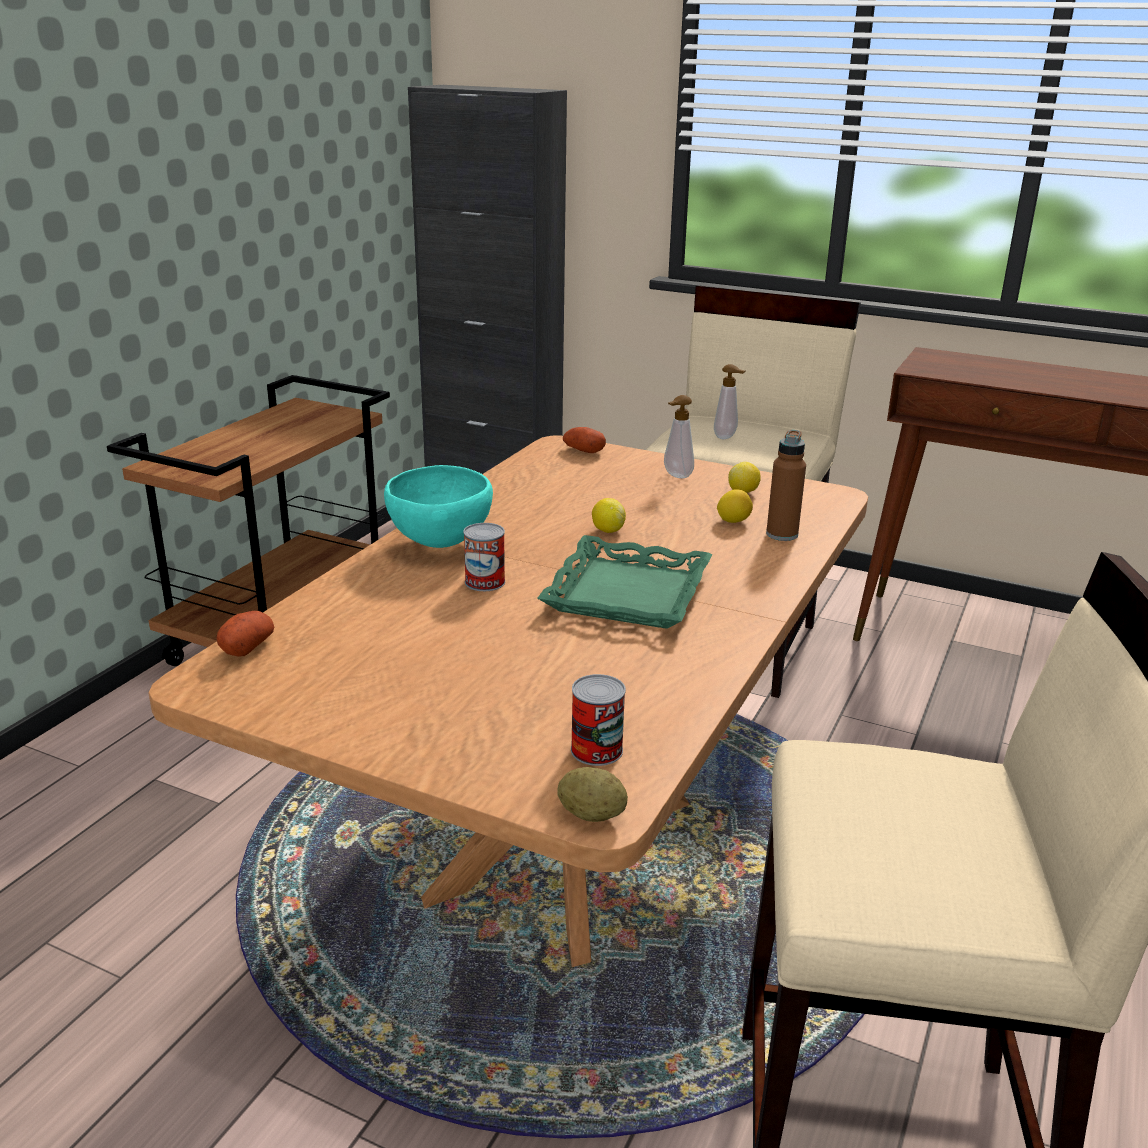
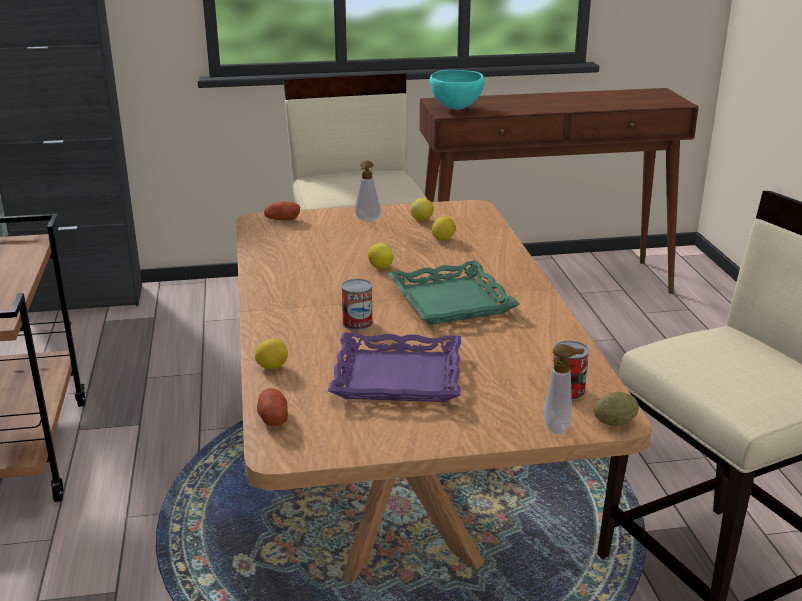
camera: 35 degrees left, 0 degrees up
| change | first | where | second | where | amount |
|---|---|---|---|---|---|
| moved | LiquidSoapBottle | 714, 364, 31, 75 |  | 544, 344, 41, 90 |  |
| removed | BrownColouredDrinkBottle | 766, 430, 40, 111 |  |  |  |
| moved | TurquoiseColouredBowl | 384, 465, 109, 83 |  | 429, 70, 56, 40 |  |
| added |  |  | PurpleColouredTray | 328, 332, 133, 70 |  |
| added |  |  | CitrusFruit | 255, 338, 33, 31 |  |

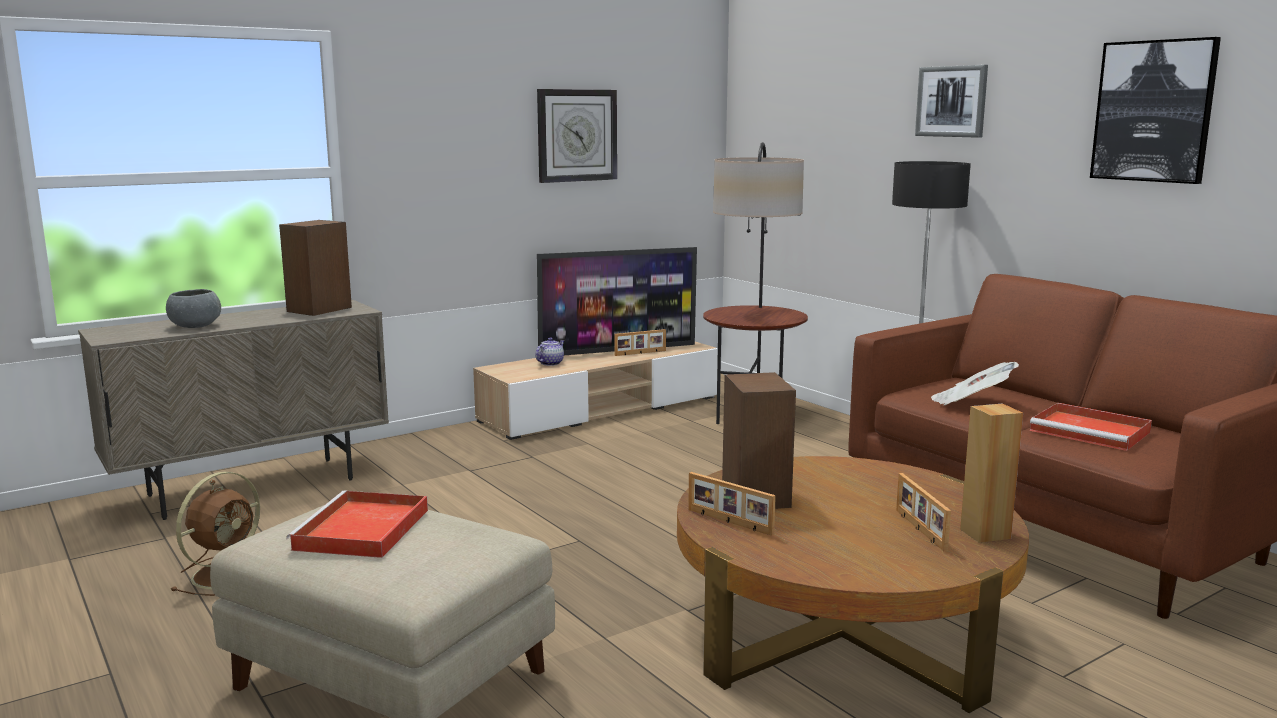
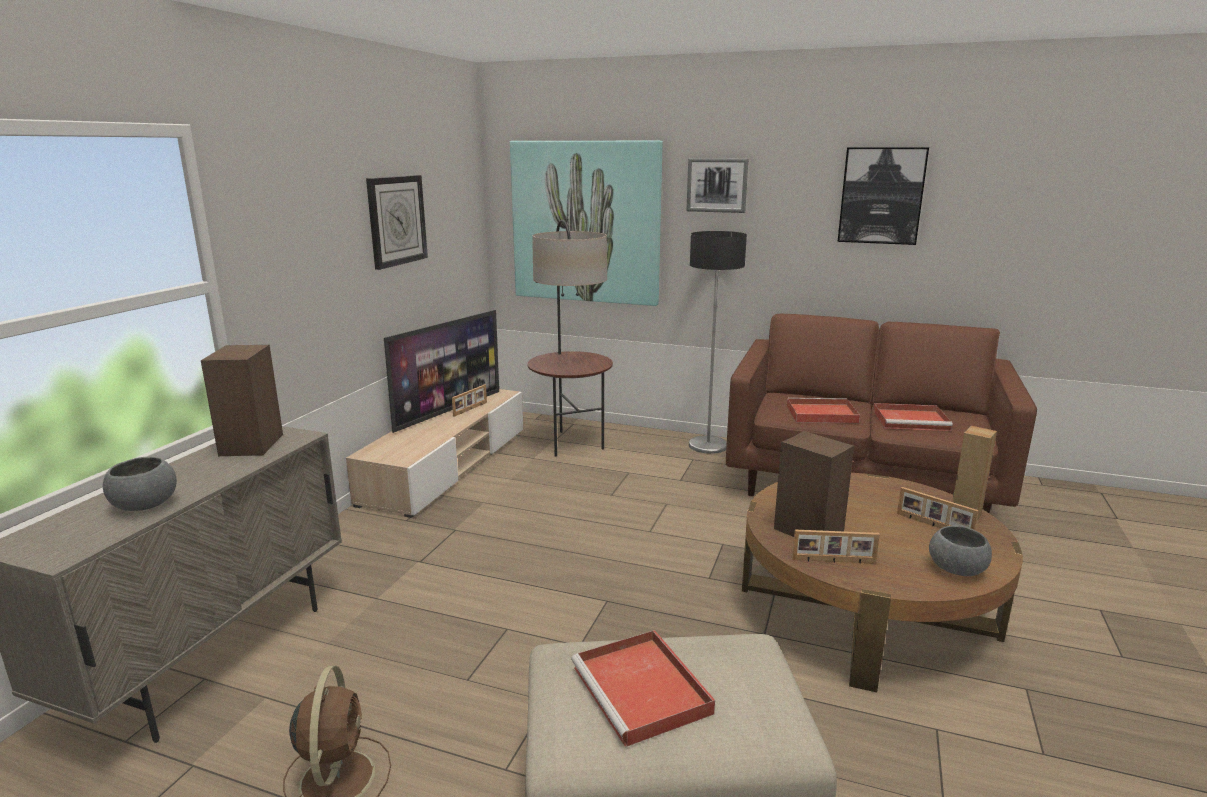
camera: 35 degrees left, 5 degrees up
| change | first | where | second | where | amount |
|---|---|---|---|---|---|
| removed | PotForTea | 535, 337, 29, 29 |  |  |  |
| replaced | PrintedPaper | 931, 362, 88, 43 | ReddishTray | 787, 398, 73, 25 |  |
| added |  |  | WallArt | 510, 141, 153, 165 |  |
| added |  |  | GreyishBowl | 929, 525, 63, 51 |  |

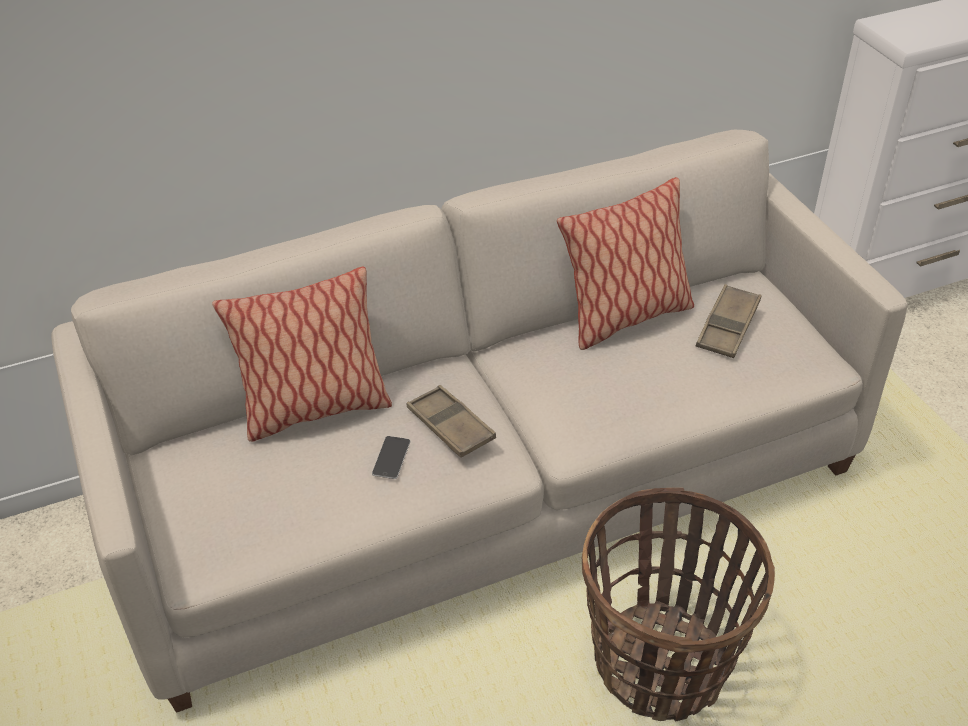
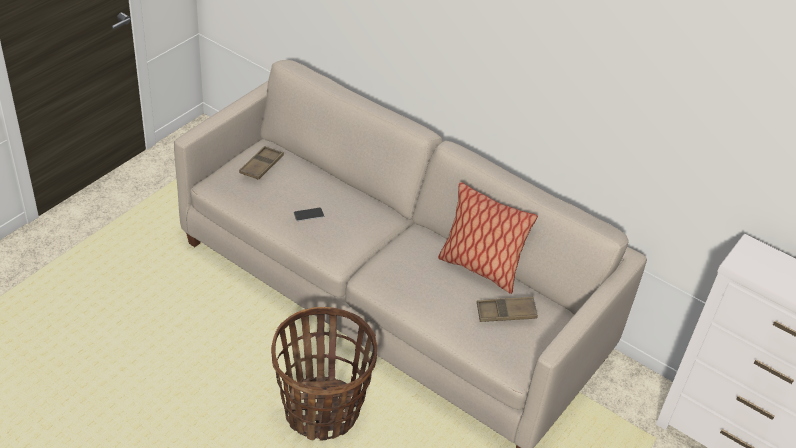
camera: 55 degrees right, 0 degrees up
| change | first | where | second | where | amount |
|---|---|---|---|---|---|
| removed | Pillow | 212, 266, 180, 176 |  |  |  |
| moved | BrownColouredTray | 406, 385, 90, 73 |  | 239, 146, 45, 34 |  |

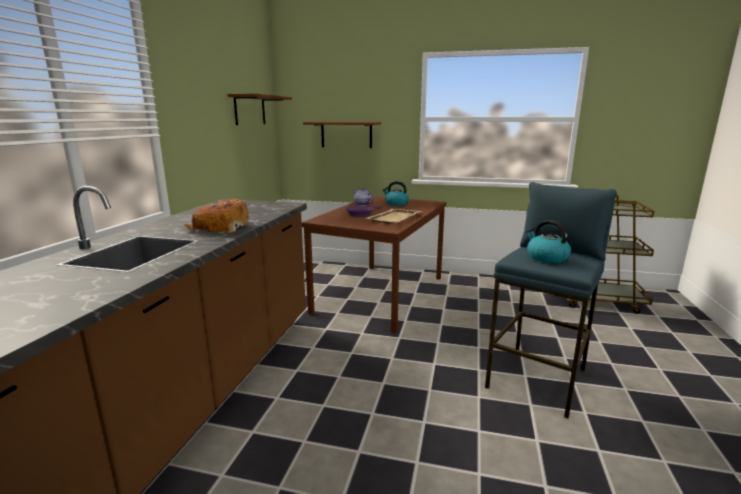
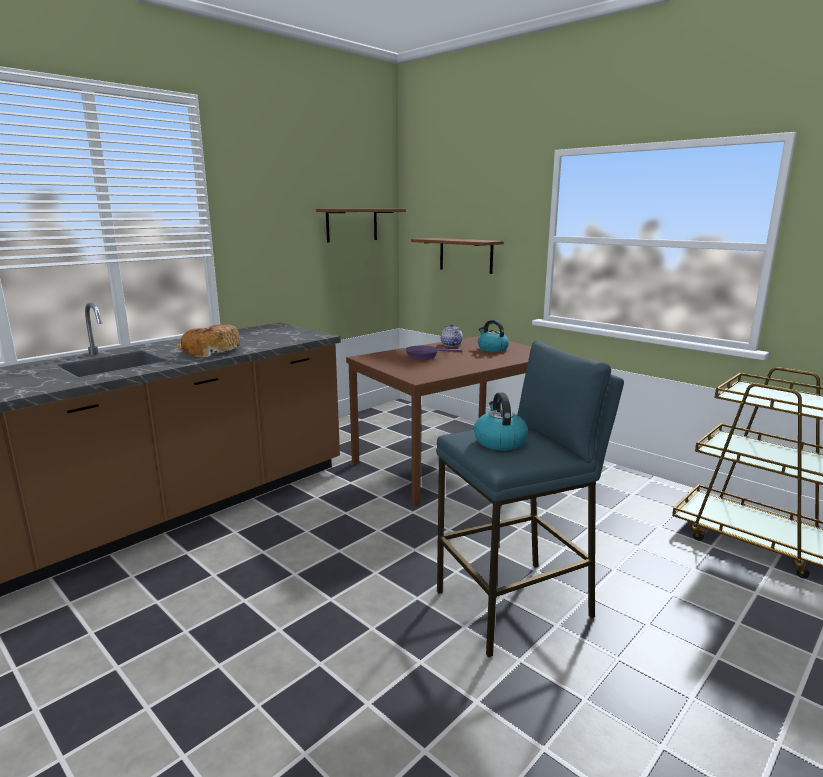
camera: 30 degrees right, 0 degrees up
| change | first | where | second | where | amount |
|---|---|---|---|---|---|
| removed | BeigeTray | 366, 209, 55, 15 |  |  |  |

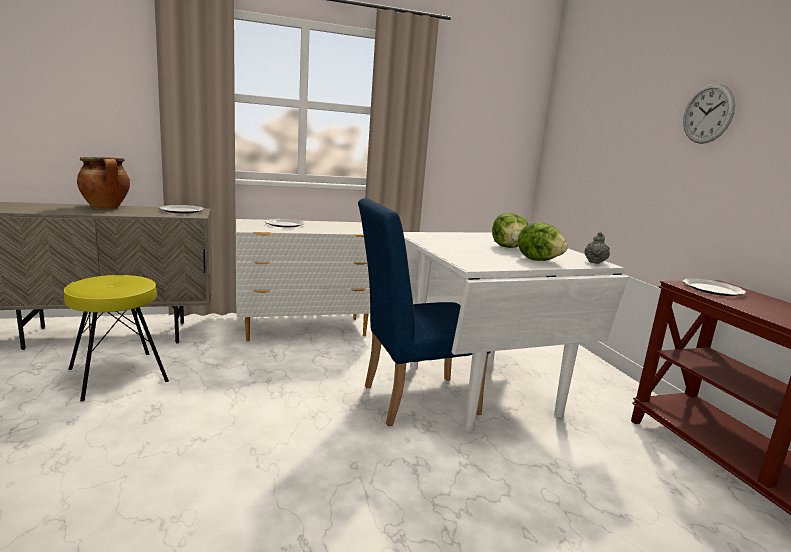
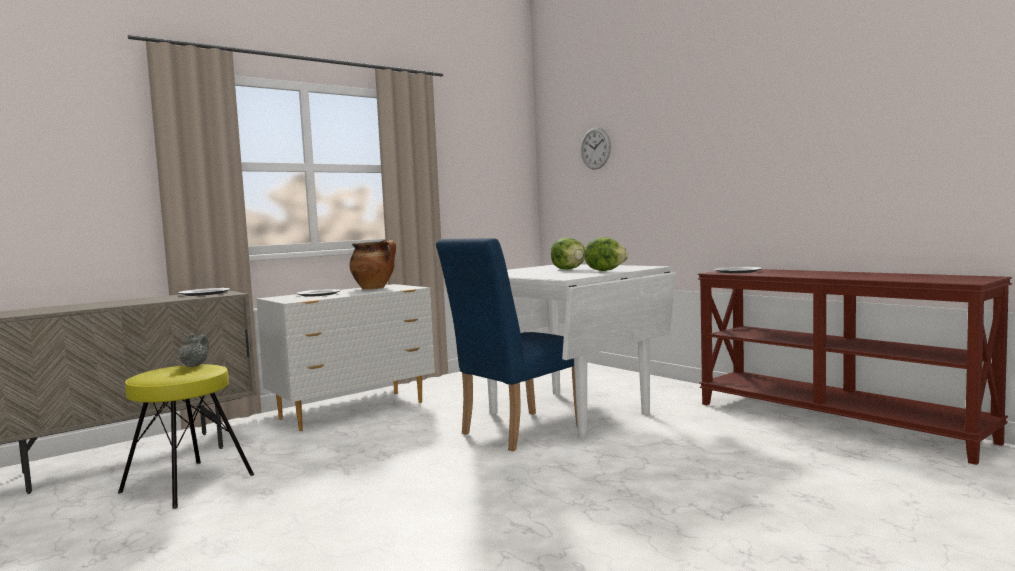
camera: 20 degrees left, 10 degrees down
| change | first | where | second | where | amount |
|---|---|---|---|---|---|
| moved | HangingClock | 683, 83, 52, 61 |  | 581, 128, 30, 42 |  |
| moved | CookingPot | 77, 157, 53, 52 |  | 350, 240, 46, 49 |  |
| moved | GreyishPotForTea | 584, 232, 26, 32 |  | 179, 333, 30, 34 |  |

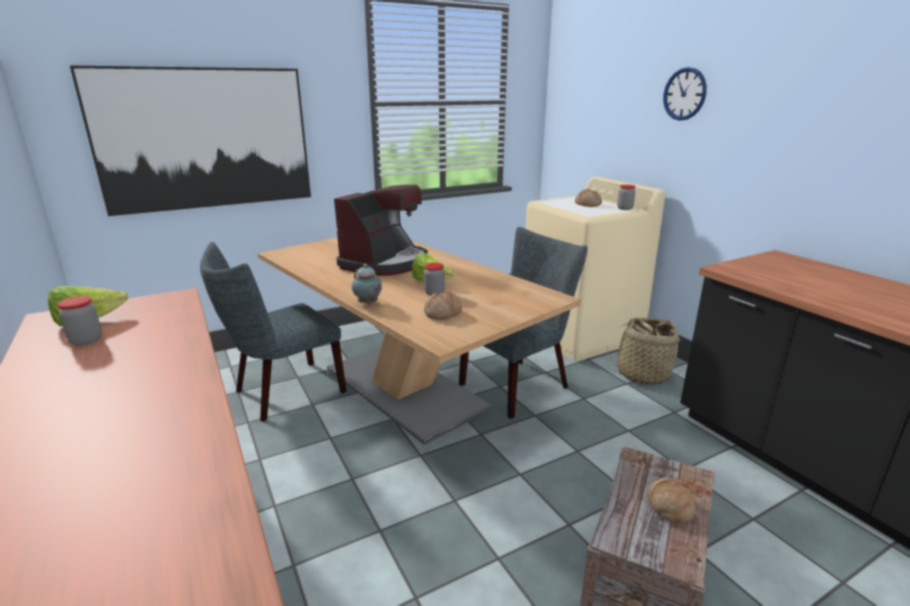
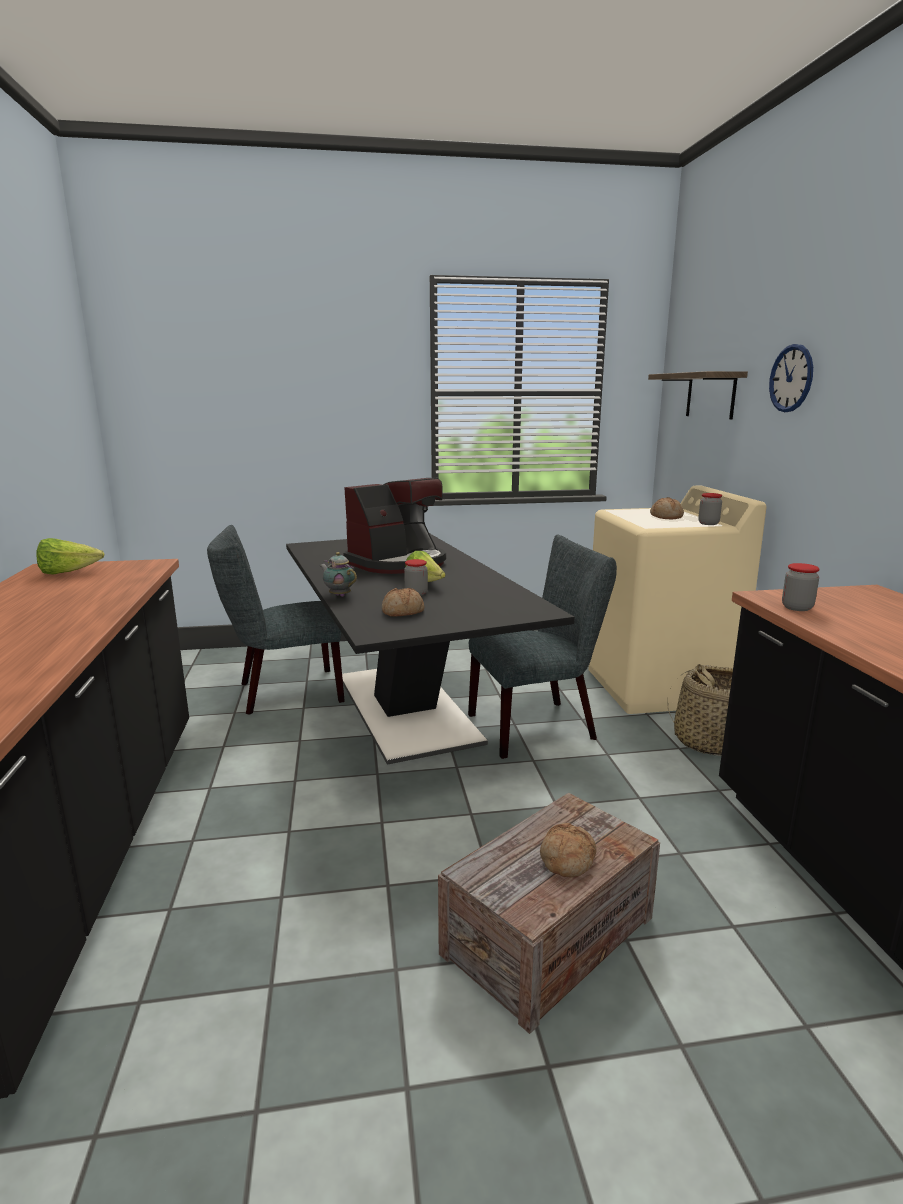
camera: 20 degrees right, 5 degrees down
| change | first | where | second | where | amount |
|---|---|---|---|---|---|
| removed | WallArt | 70, 65, 241, 151 |  |  |  |
| recoloured | BeigeDiningTable | 258, 237, 323, 208 | BlackDiningTable | 286, 533, 289, 231 |  |
| turned | PotForTea | 352, 264, 30, 41 |  | 320, 552, 37, 45 | 150 degrees clockwise |
| moved | StorageJar | 57, 296, 45, 50 |  | 782, 563, 38, 48 |  |
| added |  |  | WallShelf | 648, 371, 100, 48 |  |

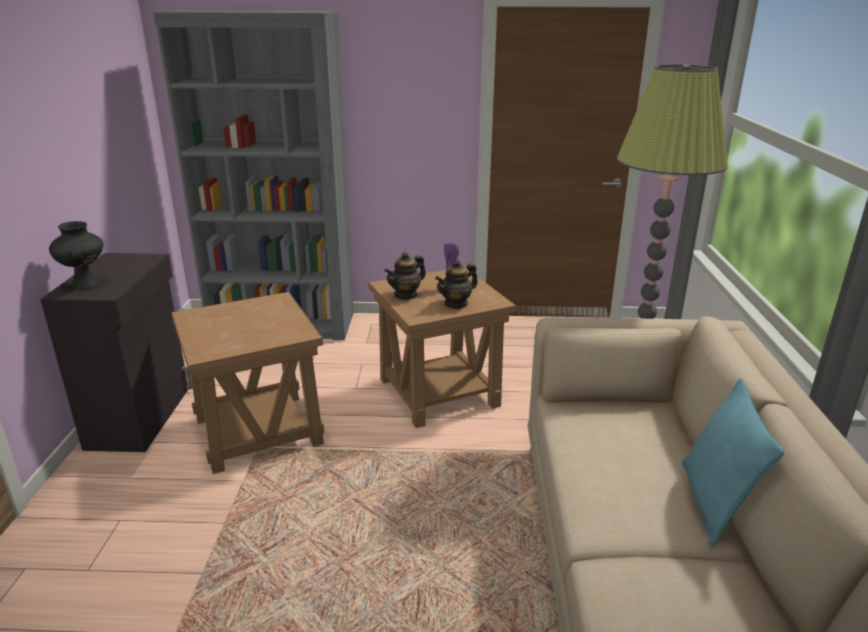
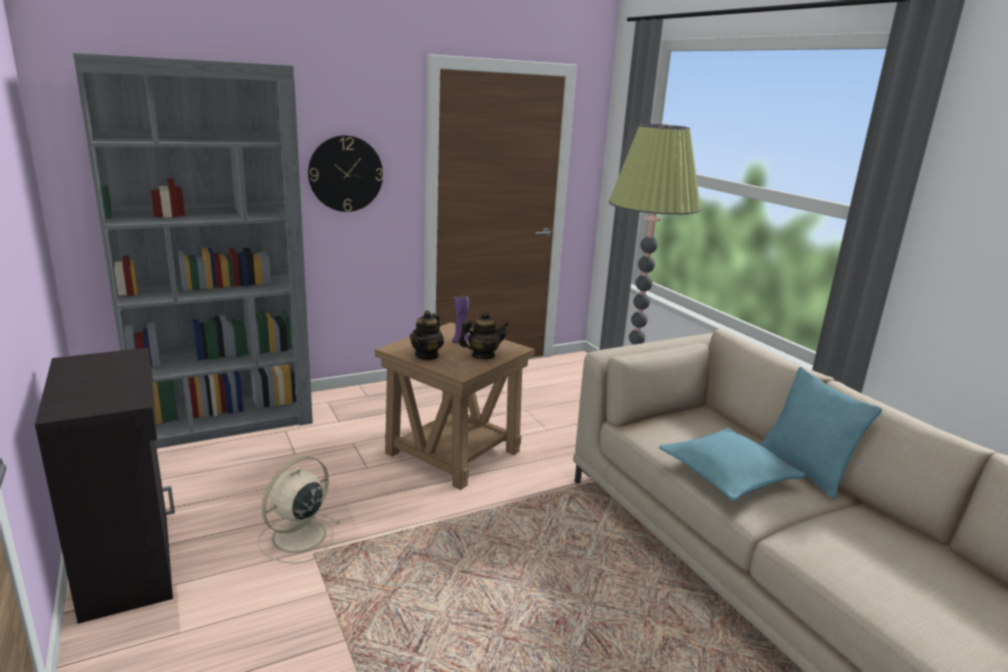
camera: 30 degrees left, 5 degrees down
| change | first | where | second | where | amount |
|---|---|---|---|---|---|
| removed | BlackVase | 49, 221, 54, 69 |  |  |  |
| turned | PotForTea | 435, 259, 43, 50 |  | 458, 311, 51, 48 | 135 degrees counterclockwise |
| replaced | BrownColouredEndTable | 171, 292, 153, 182 | BeigeElectricFan | 257, 456, 82, 108 |  |
| added |  |  | HangingClock | 308, 135, 75, 77 |  |
| added |  |  | TurquoiseColouredPillow | 659, 428, 148, 73 |  |

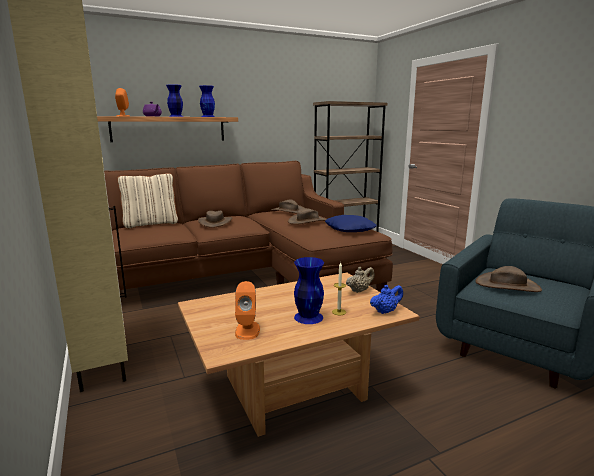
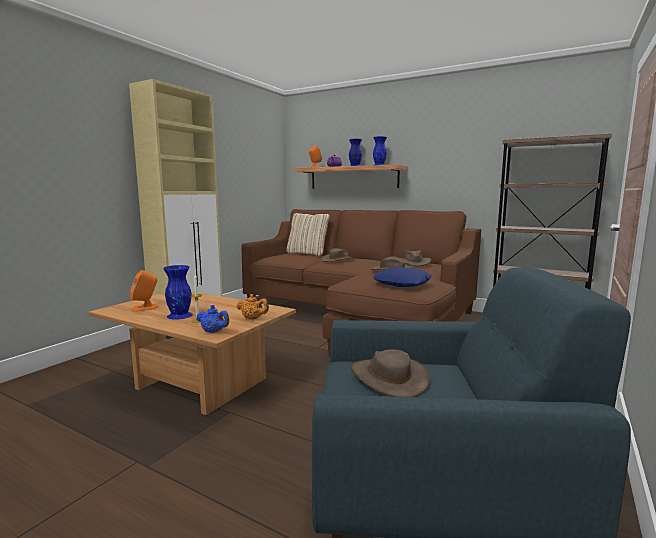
camera: 55 degrees right, 5 degrees down
| change | first | where | second | where | amount |
|---|---|---|---|---|---|
| recoloured | BeigePotForTea | 346, 267, 29, 26 | OrangeyPotForTea | 236, 294, 33, 25 |  |

